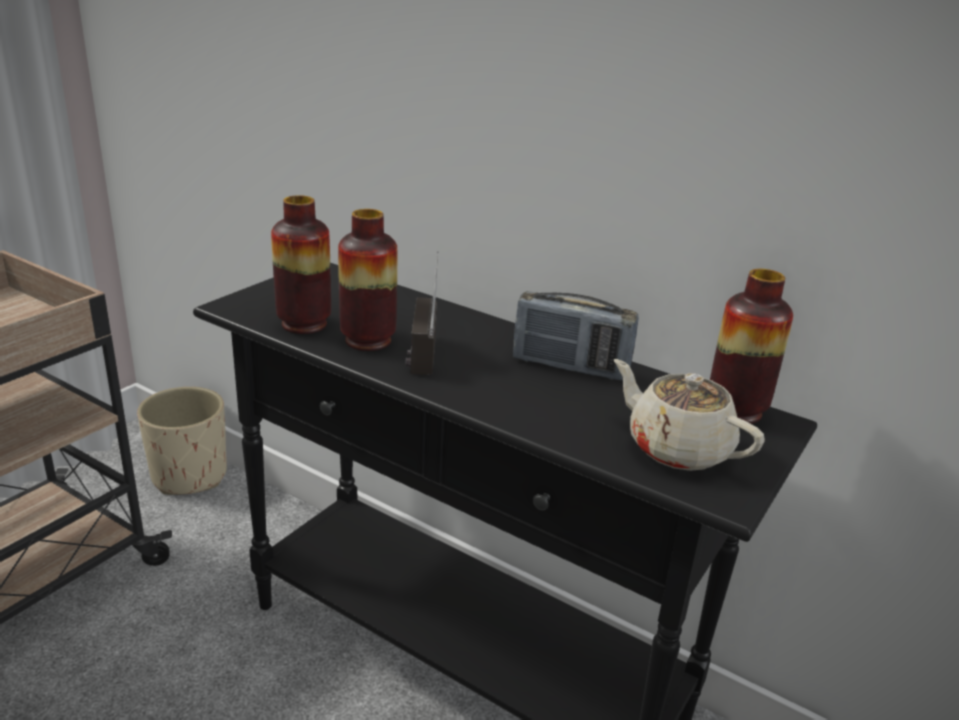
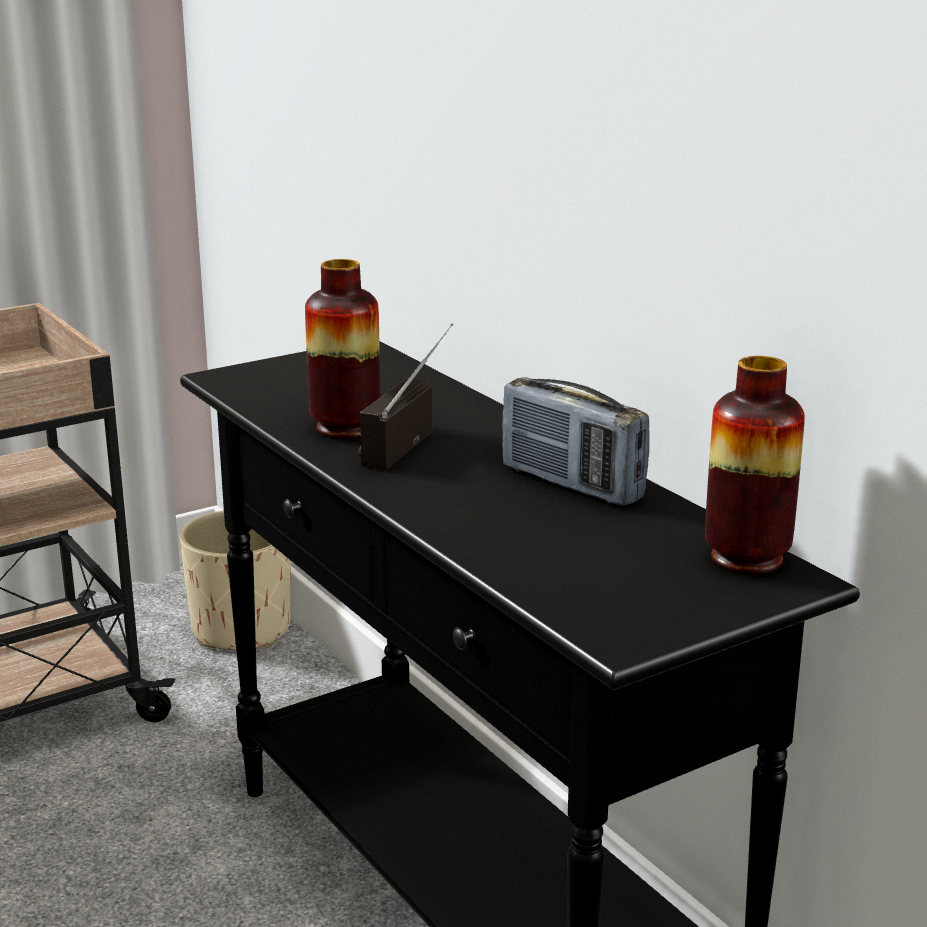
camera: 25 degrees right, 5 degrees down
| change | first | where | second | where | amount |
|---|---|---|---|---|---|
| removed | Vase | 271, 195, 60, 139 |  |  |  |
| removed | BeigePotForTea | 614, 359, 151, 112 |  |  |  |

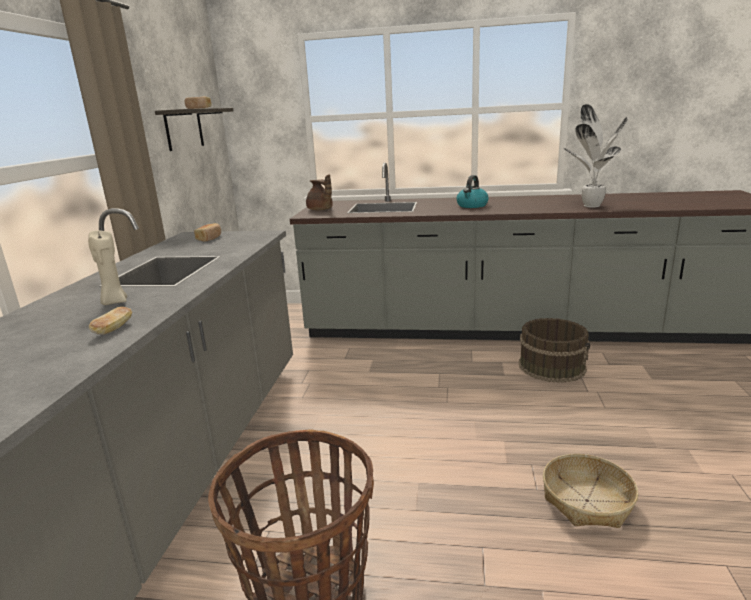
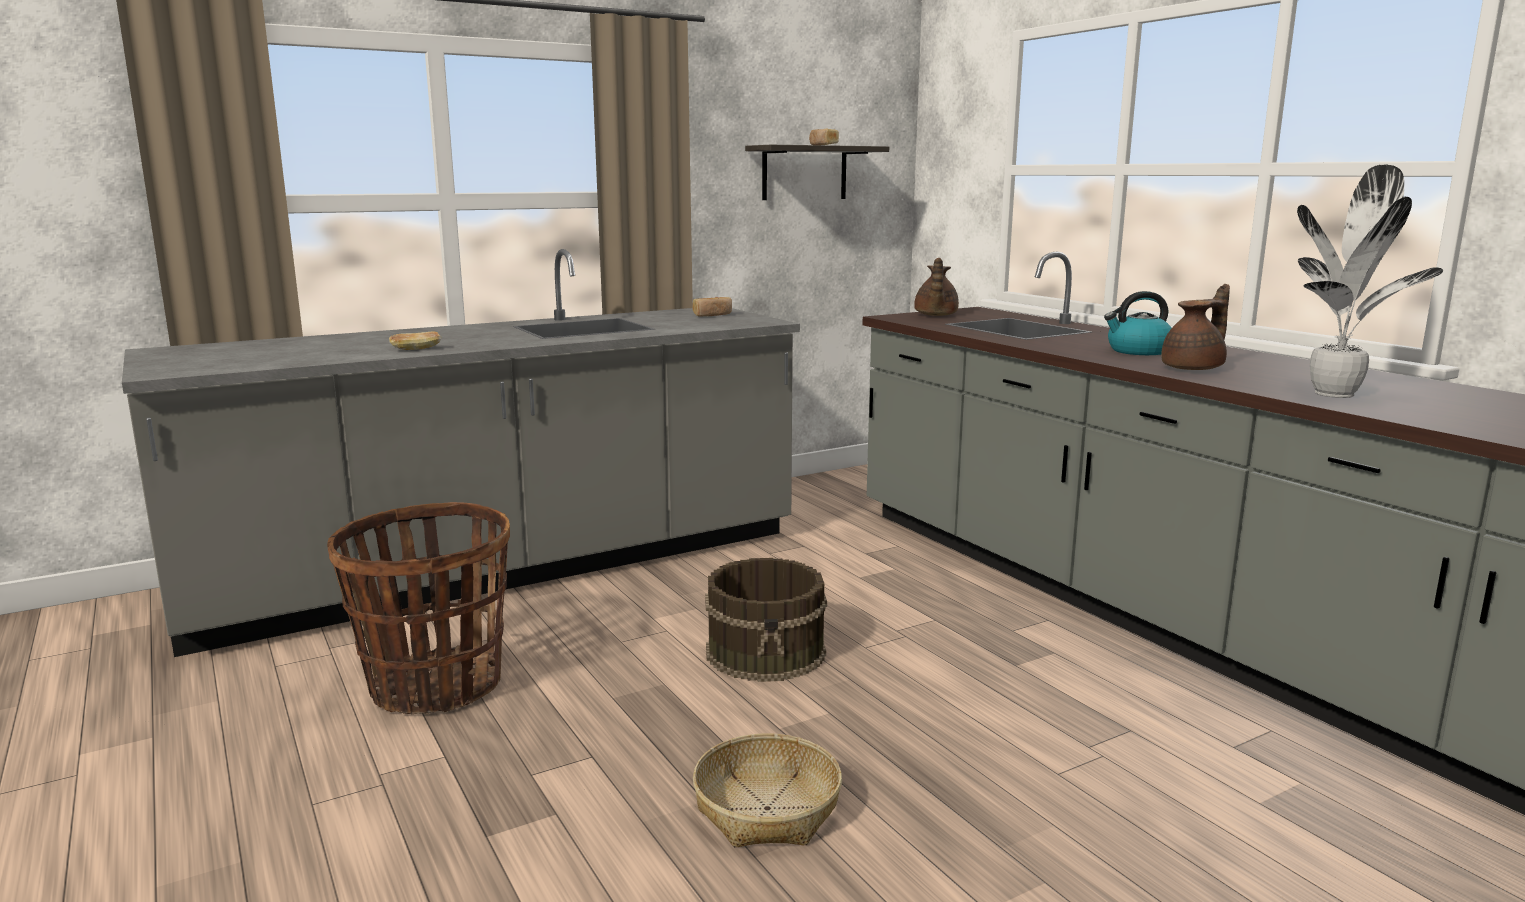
camera: 50 degrees right, 5 degrees down
| change | first | where | second | where | amount |
|---|---|---|---|---|---|
| removed | BeigeWaxLight | 88, 231, 39, 74 |  |  |  |
| moved | BrownColouredWaterBucket | 519, 318, 72, 65 |  | 705, 558, 122, 124 |  |
| added |  |  | BrownColouredPotForTea | 1161, 284, 69, 86 |  |

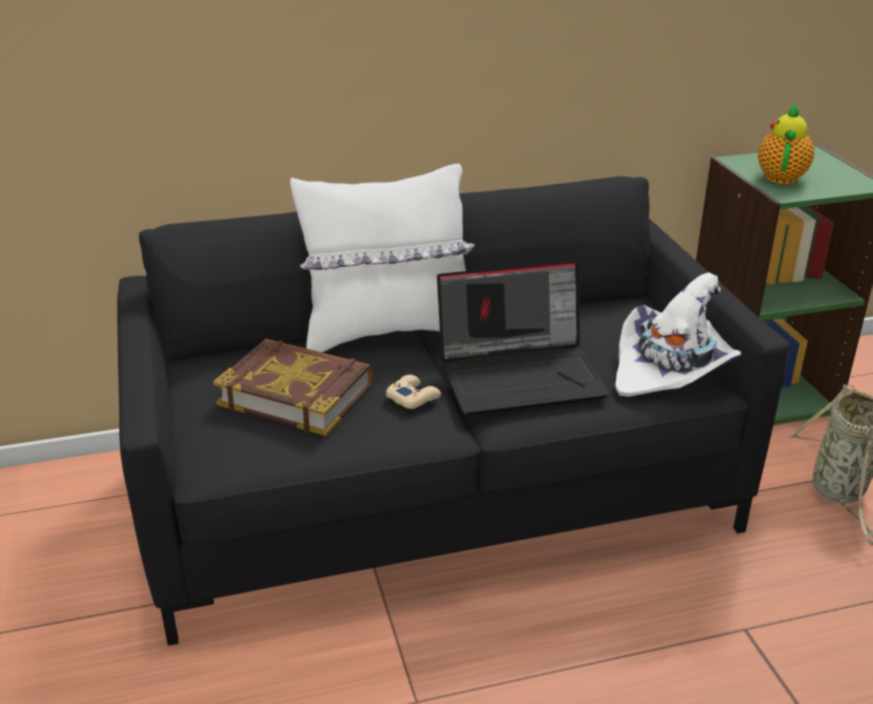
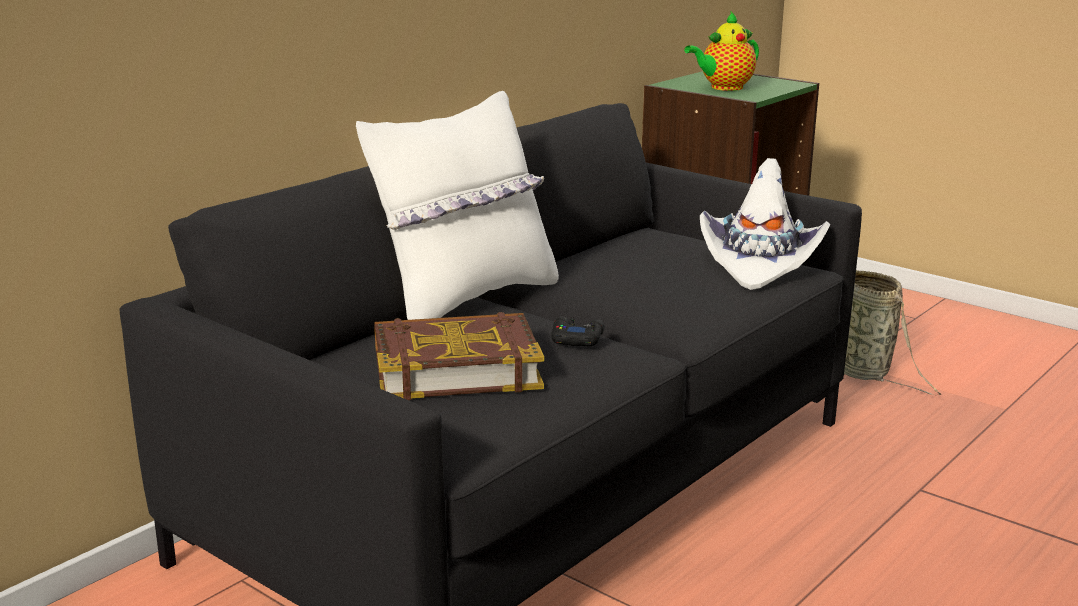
camera: 35 degrees left, 10 degrees down
| change | first | where | second | where | amount |
|---|---|---|---|---|---|
| turned | PotForTea | 758, 103, 56, 81 |  | 684, 11, 75, 80 | 105 degrees counterclockwise |
| removed | NotebookComputer | 437, 260, 172, 155 |  |  |  |
| recoloured | BeigeGameController | 386, 375, 55, 34 | BlackGameController | 551, 317, 54, 29 |  |

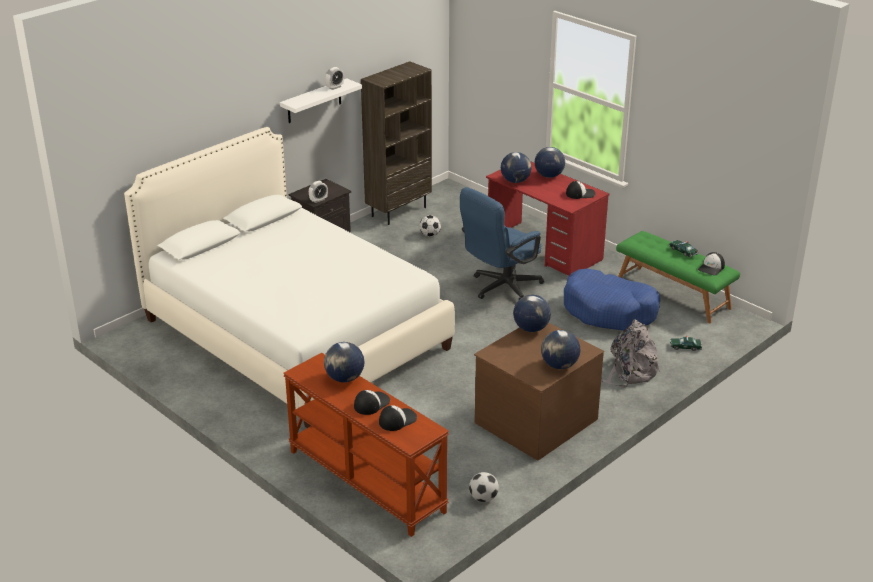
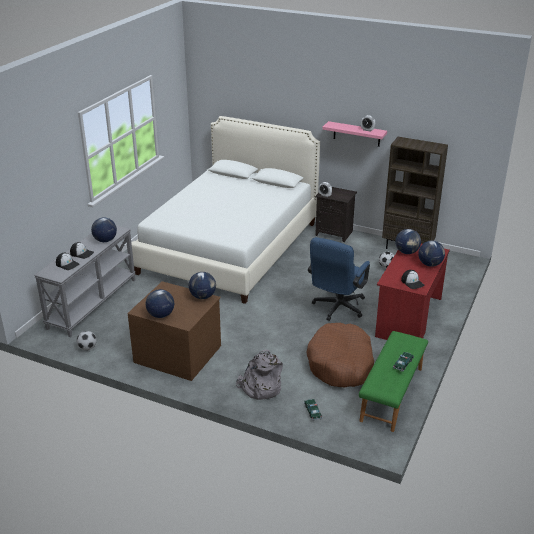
camera: 70 degrees right, 0 degrees up
| change | first | where | second | where | amount |
|---|---|---|---|---|---|
| recoloured | WhiteWallShelf | 280, 78, 82, 45 | PinkWallShelf | 322, 121, 65, 26 |  |
| turned | BlueColouredOfficeChair | 460, 187, 84, 113 |  | 308, 237, 62, 84 | 90 degrees counterclockwise |
| removed | BaseballCap | 698, 252, 27, 23 |  |  |  |
| recoloured | BlueColouredDogCushion | 564, 269, 97, 62 | BrownColouredDogCushion | 306, 323, 68, 64 |  |
| recoloured | BrownColouredNarrowTable | 283, 353, 166, 184 | GreyishNarrowTable | 34, 225, 102, 112 |  |

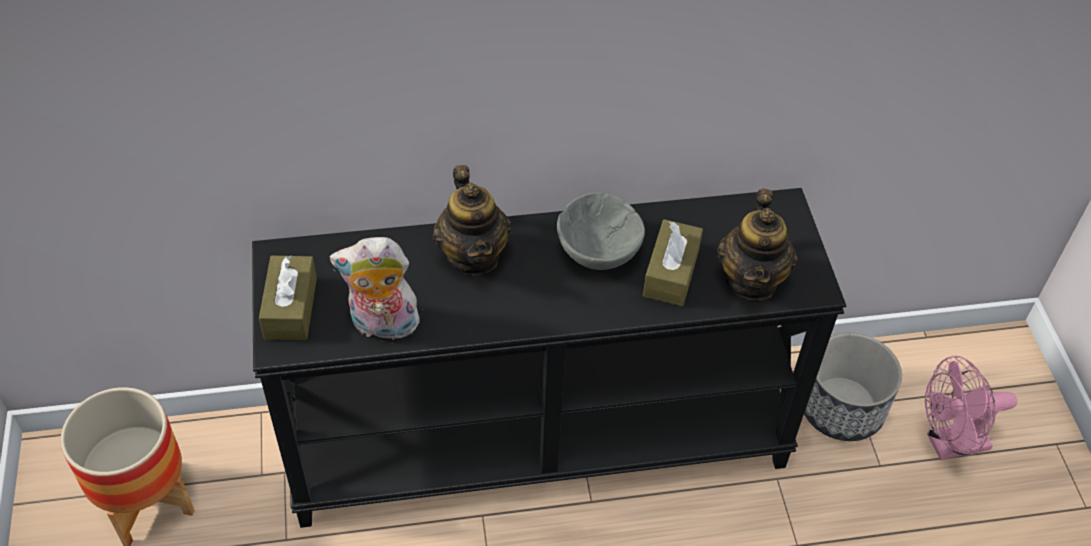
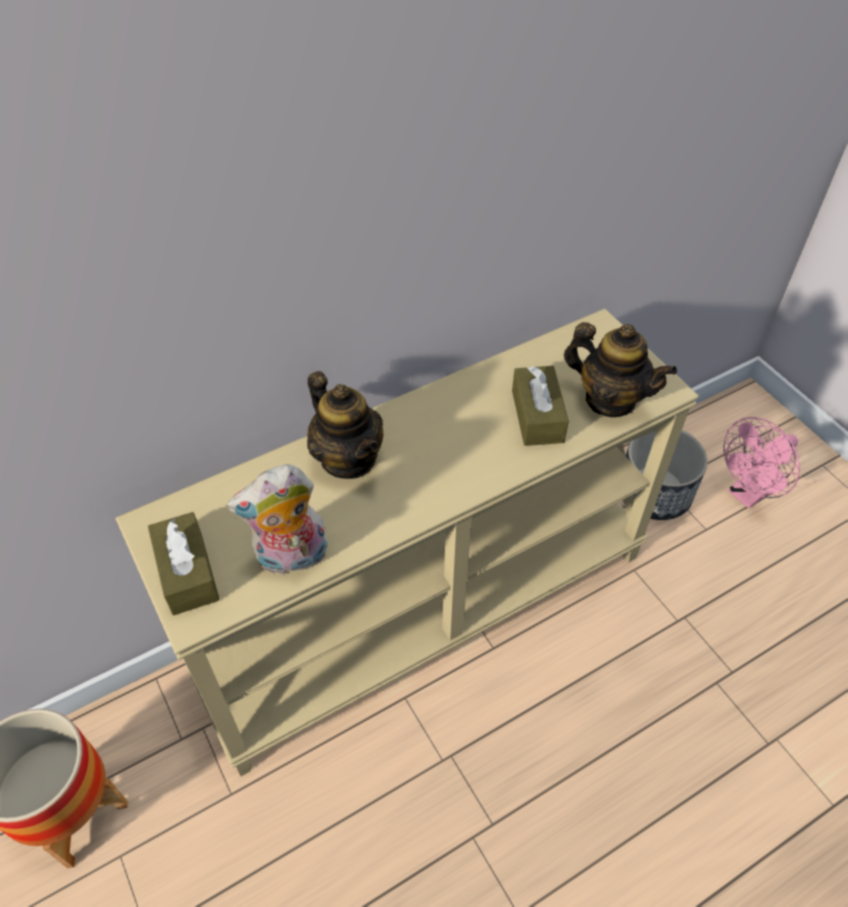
camera: 20 degrees left, 0 degrees up
| change | first | where | second | where | amount |
|---|---|---|---|---|---|
| recoloured | BlackNarrowTable | 252, 188, 595, 340 | BeigeNarrowTable | 116, 308, 583, 469 |  |
| turned | PotForTea | 717, 189, 81, 112 |  | 564, 322, 113, 95 | 45 degrees counterclockwise |
| removed | GreyishBowl | 557, 192, 88, 78 |  |  |  |

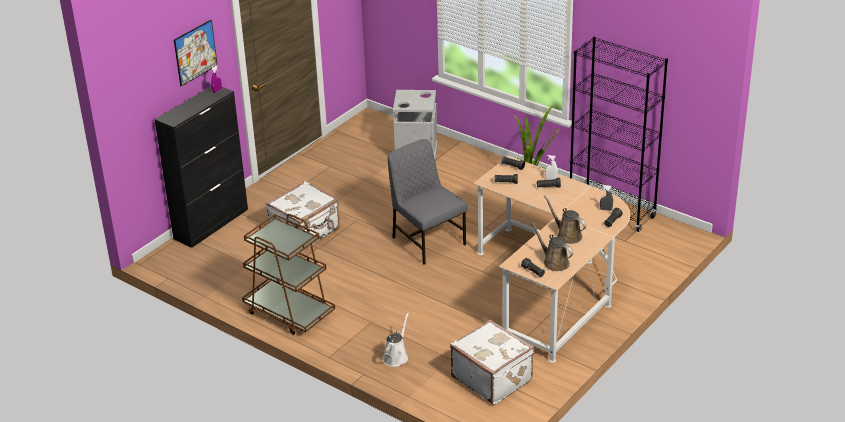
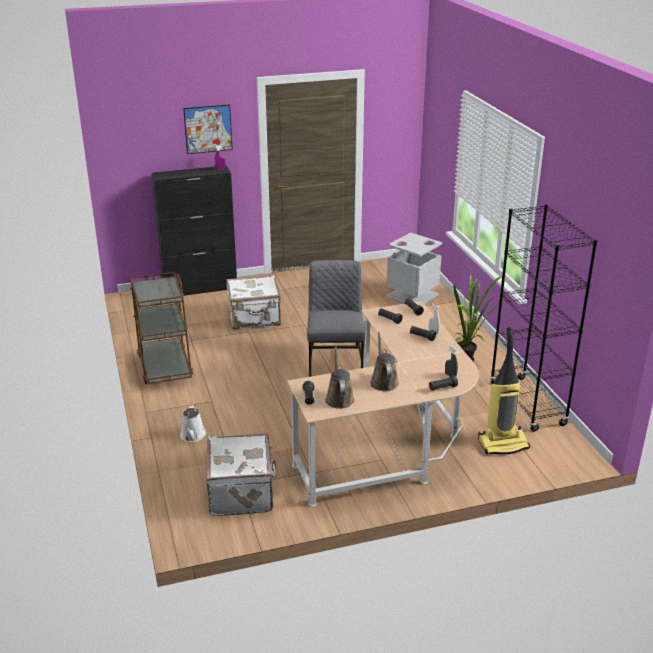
camera: 35 degrees right, 5 degrees down
| change | first | where | second | where | amount |
|---|---|---|---|---|---|
| turned | WhiteWateringPot | 382, 312, 27, 55 |  | 180, 404, 26, 38 | 120 degrees clockwise |
| added |  |  | Hoover | 478, 327, 52, 128 |  |

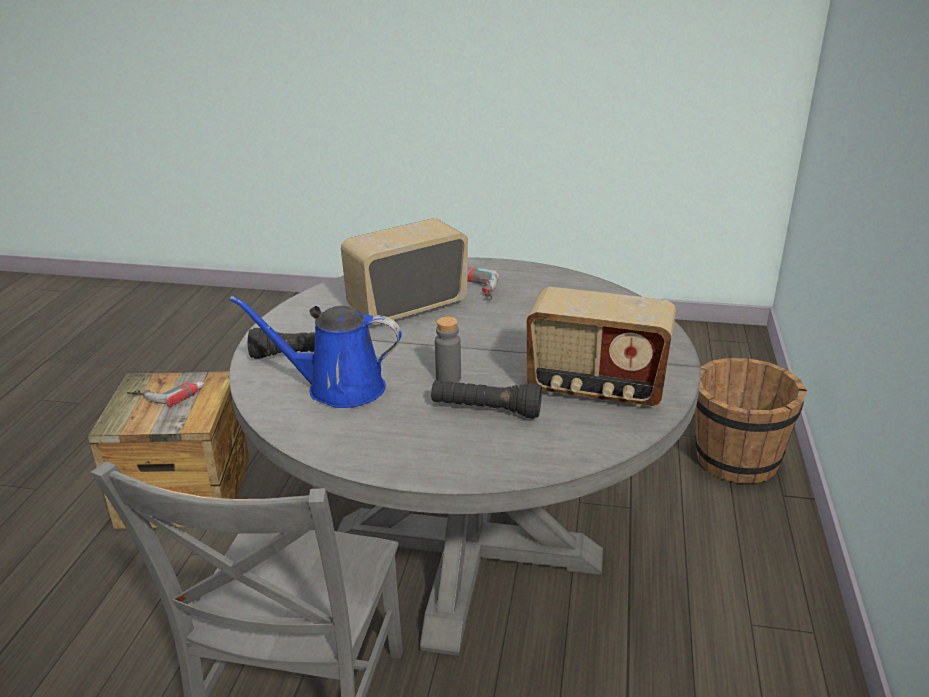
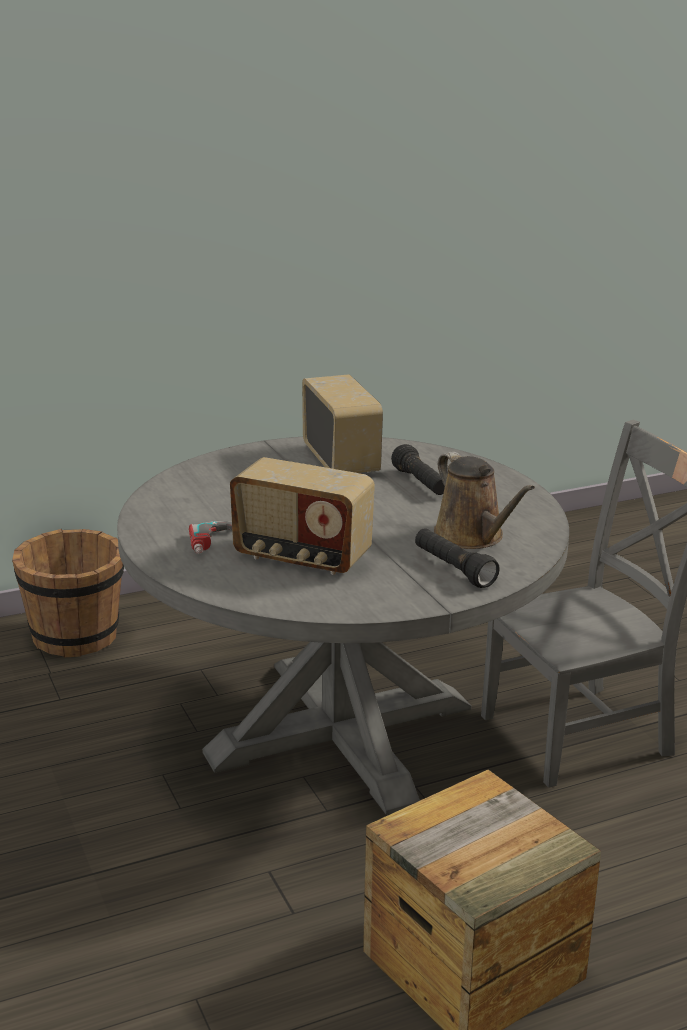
camera: 125 degrees left, 5 degrees down
| change | first | where | second | where | amount |
|---|---|---|---|---|---|
| recoloured | BlueColouredWateringPot | 229, 296, 173, 112 | BrownColouredWateringPot | 434, 452, 101, 97 |  |
| removed | GreyishDrinkBottle | 435, 317, 26, 66 |  |  |  |
| removed | PowerDrill | 127, 382, 77, 25 |  |  |  |

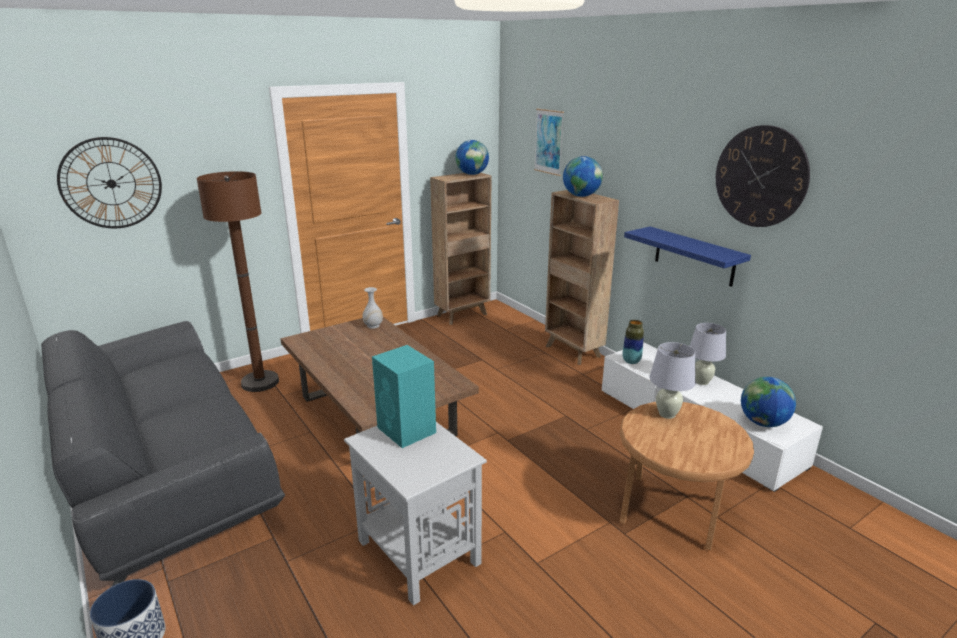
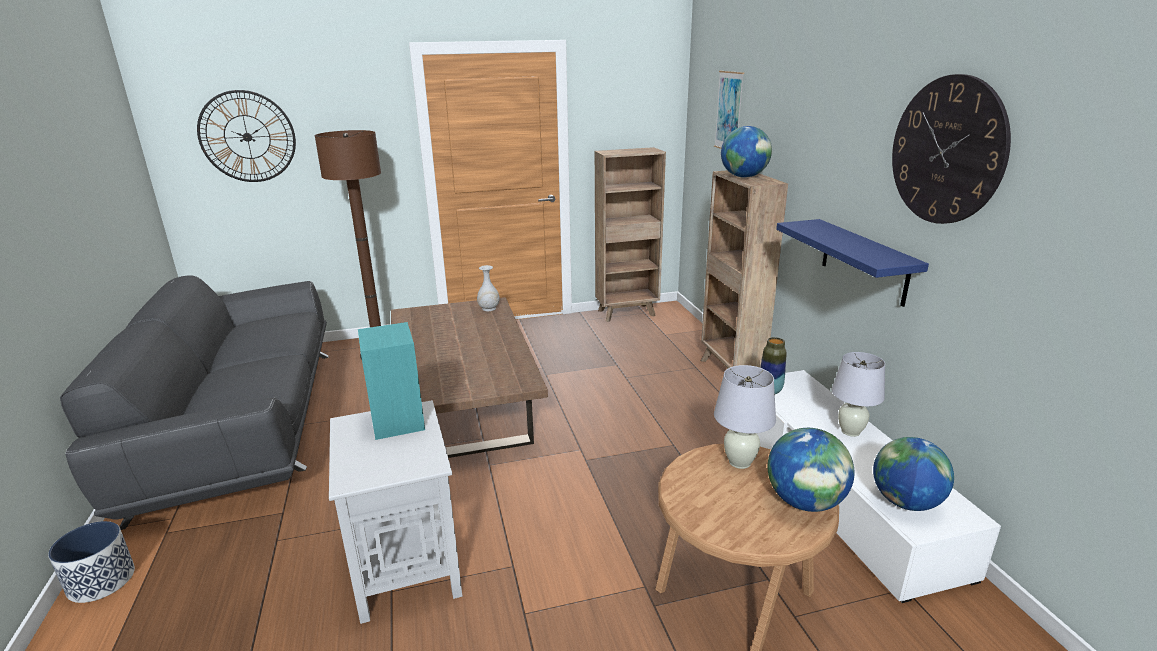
camera: 20 degrees right, 0 degrees up
| change | first | where | second | where | amount |
|---|---|---|---|---|---|
| moved | WorldGlobe | 455, 140, 34, 35 |  | 768, 428, 86, 84 |  |

